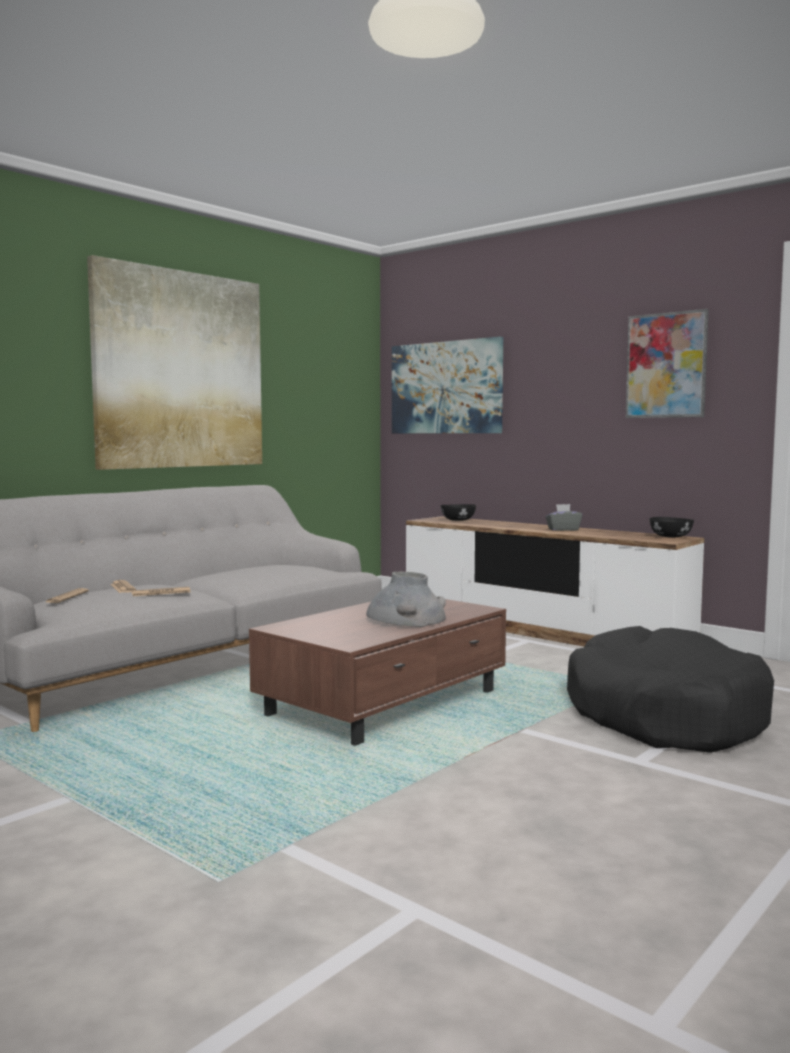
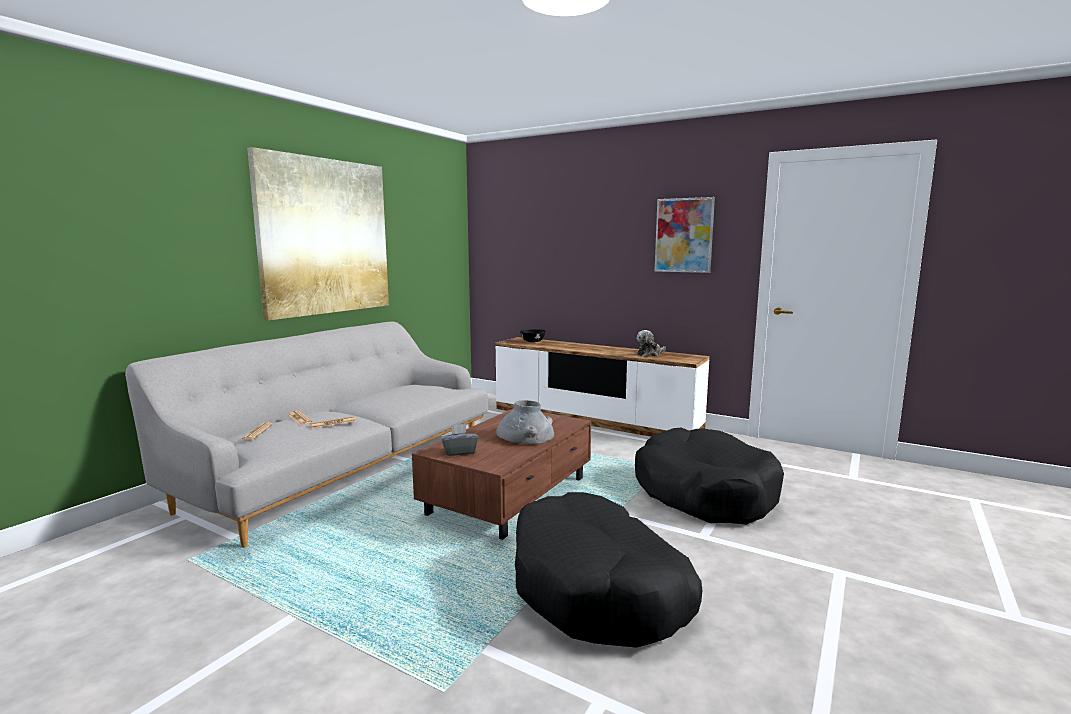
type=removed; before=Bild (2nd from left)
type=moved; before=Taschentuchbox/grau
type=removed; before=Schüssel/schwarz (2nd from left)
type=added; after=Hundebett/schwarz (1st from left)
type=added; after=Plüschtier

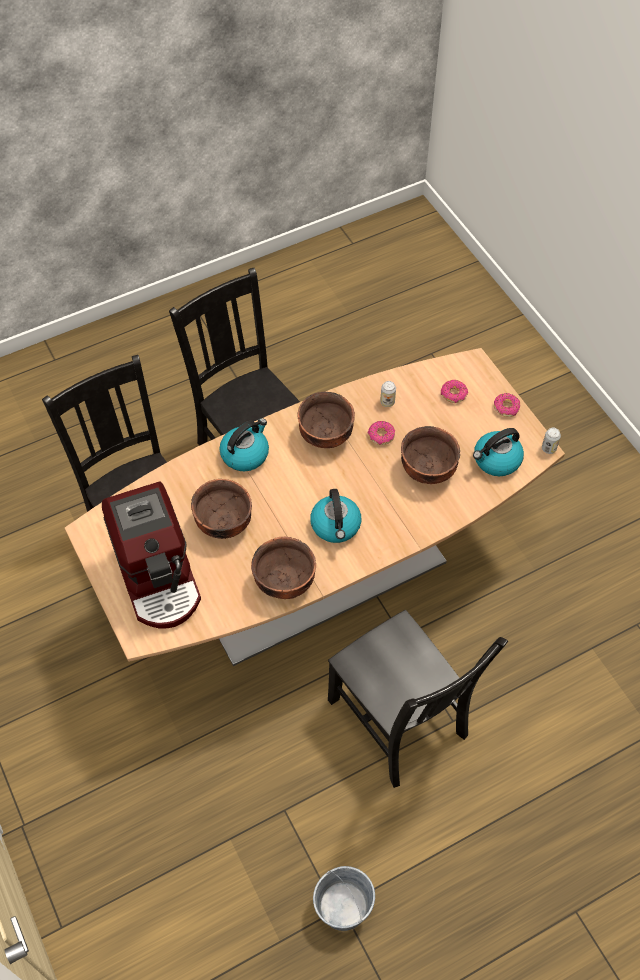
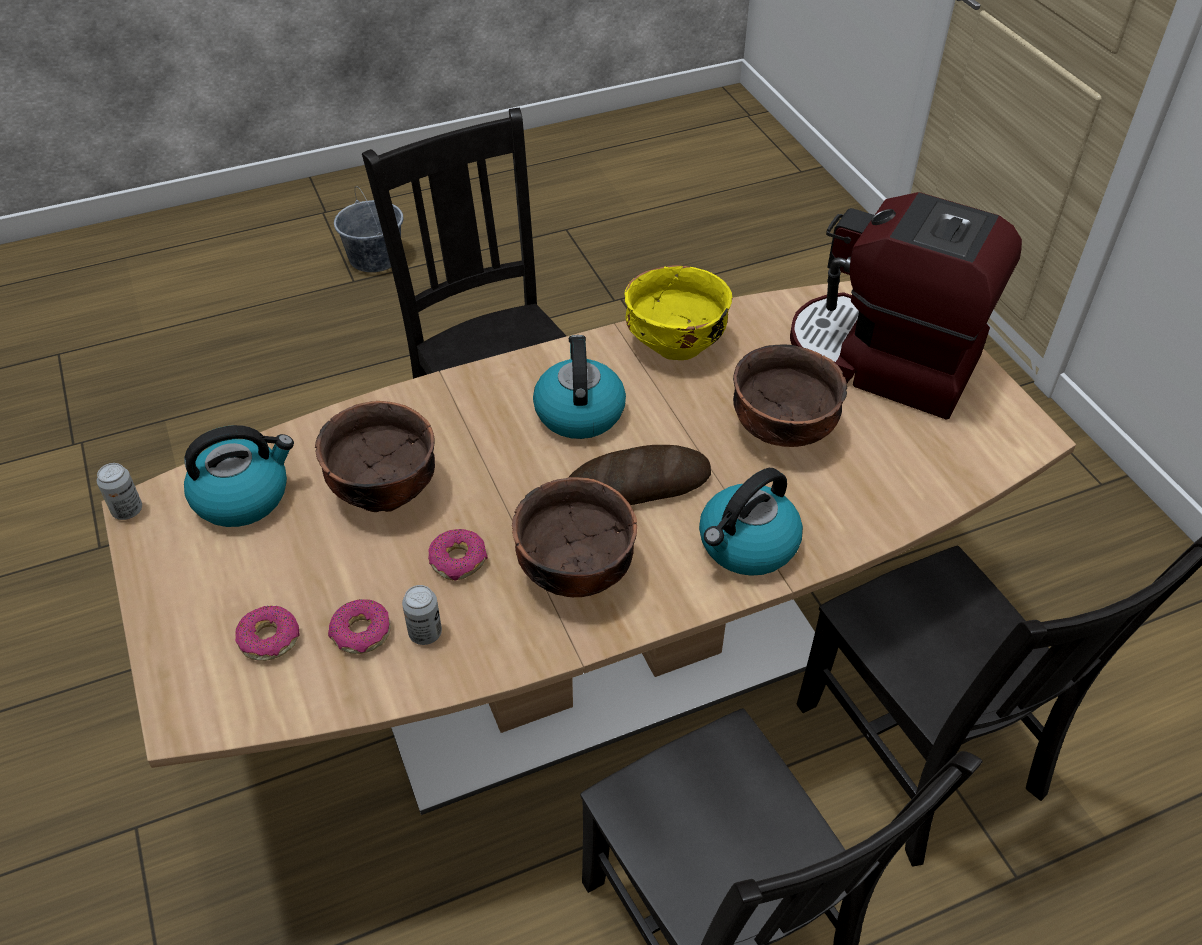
type=turned; before=Kaffeemaschine; turn=-45
type=recoloured; before=Schüssel/braun (2nd from left); after=Schüssel/gelb
type=moved; before=Eimer/grau
type=moved; before=Donut (3rd from left in the first image); after=Donut (2nd from left)
type=added; after=Brot

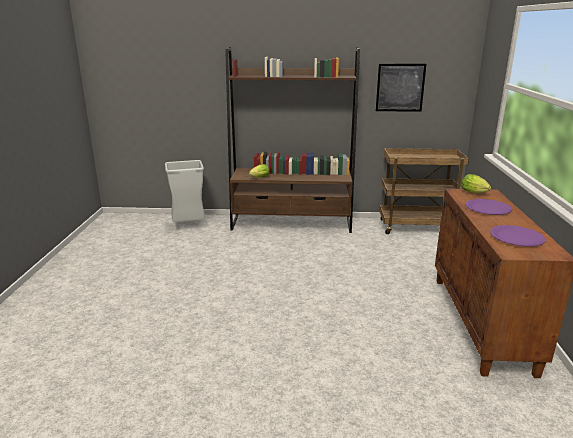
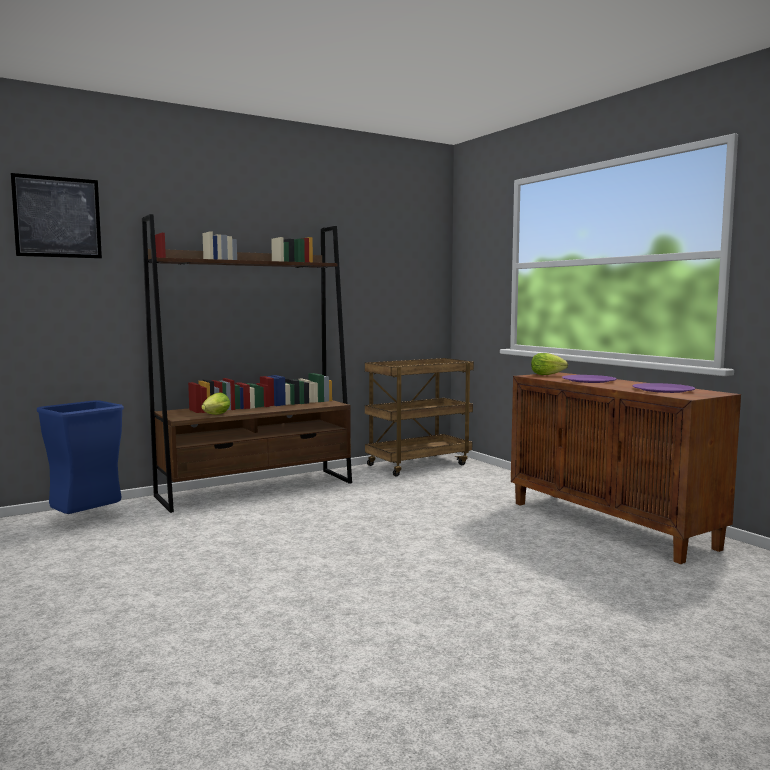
type=recoloured; before=Mülleimer/grau; after=Mülleimer/blau
type=moved; before=Bild

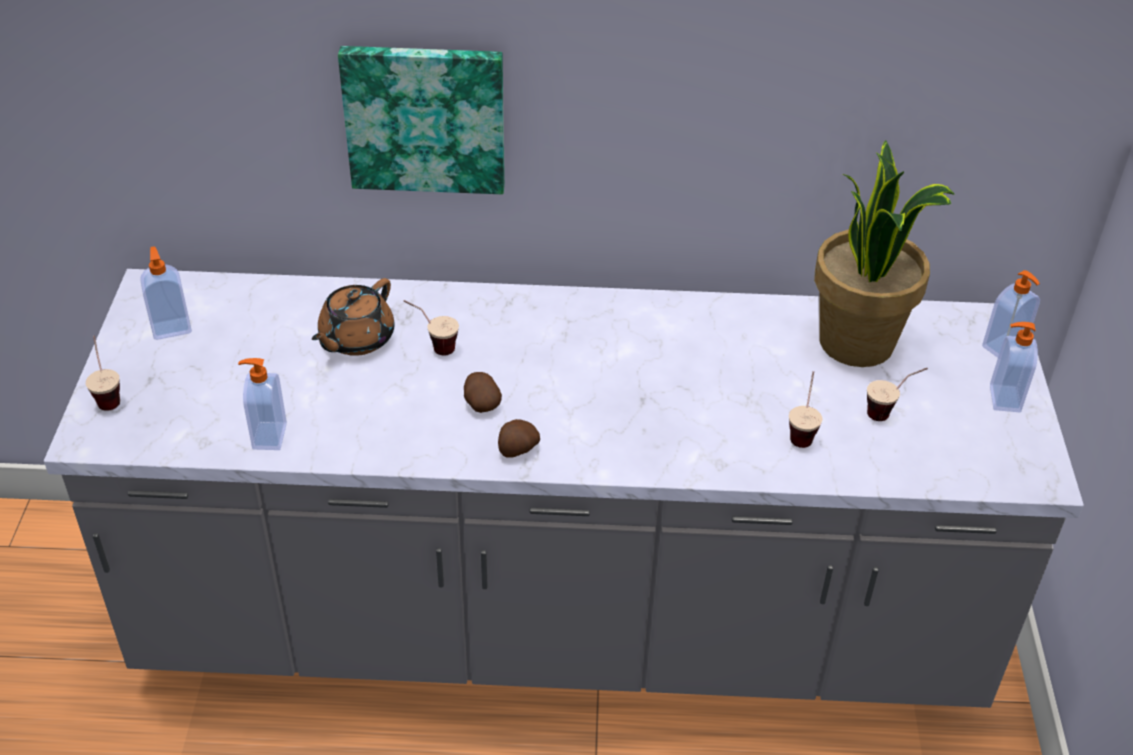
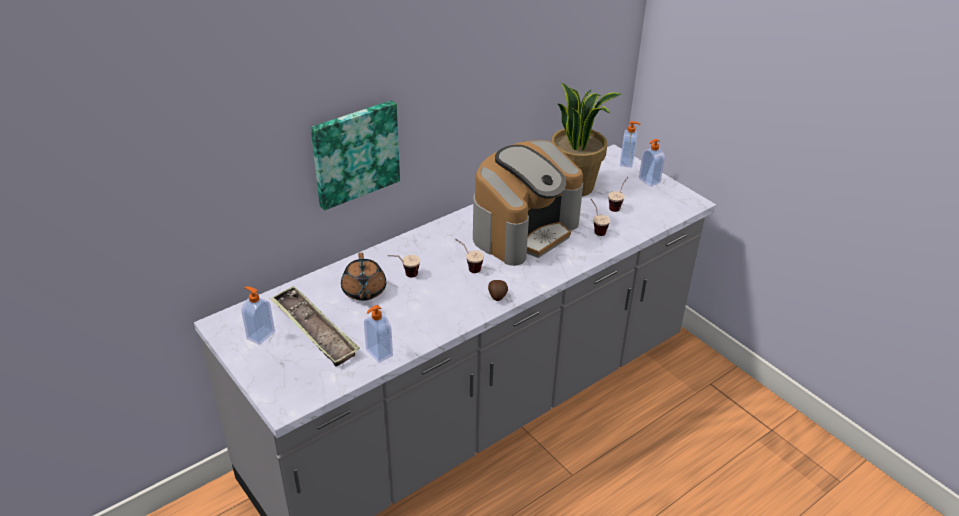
type=moved; before=Tasse (1st from left in the first image); after=Tasse (2nd from left)
type=removed; before=Kartoffel (1st from left)
type=added; after=Tablett
type=added; after=Kaffeemaschine

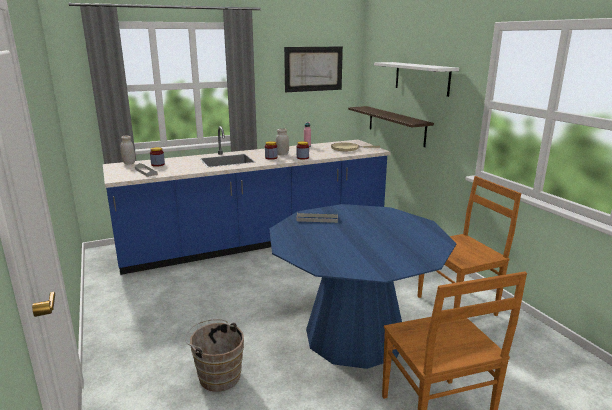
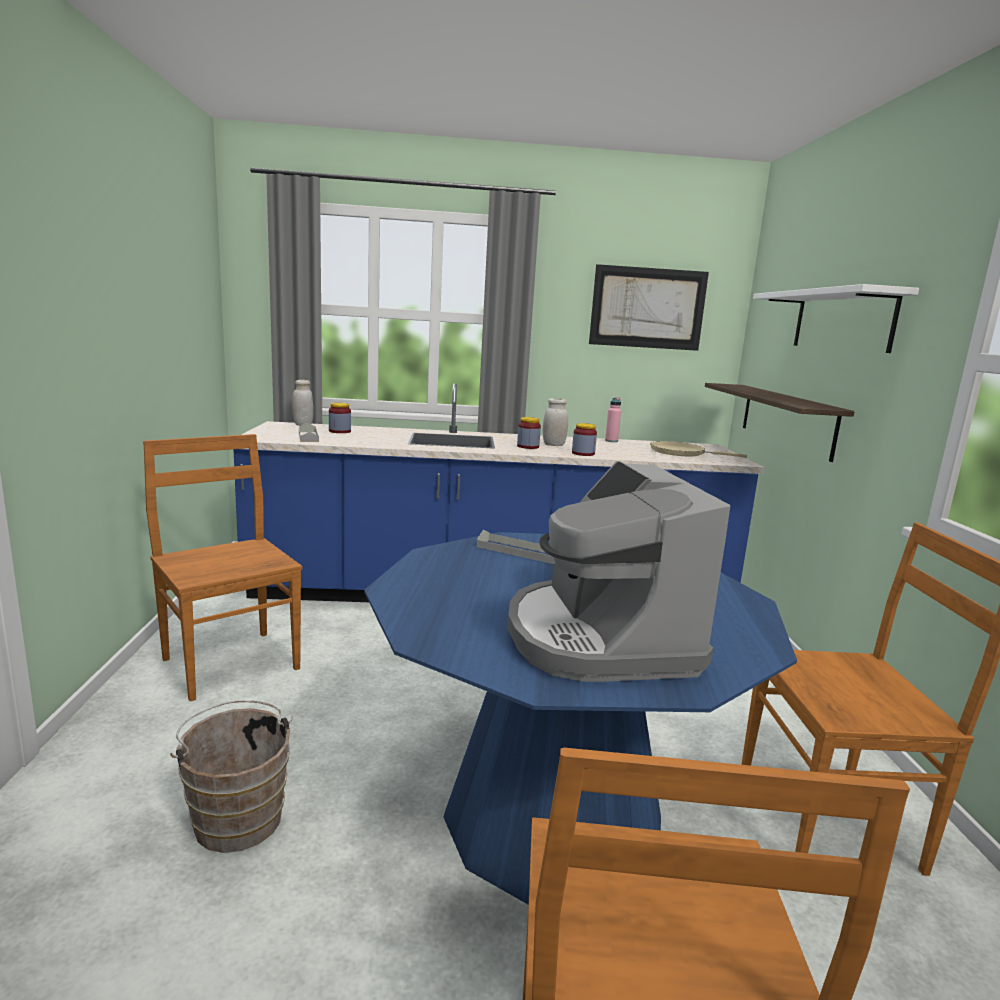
type=added; after=Stuhl/braun (1st from left)
type=added; after=Kaffeemaschine

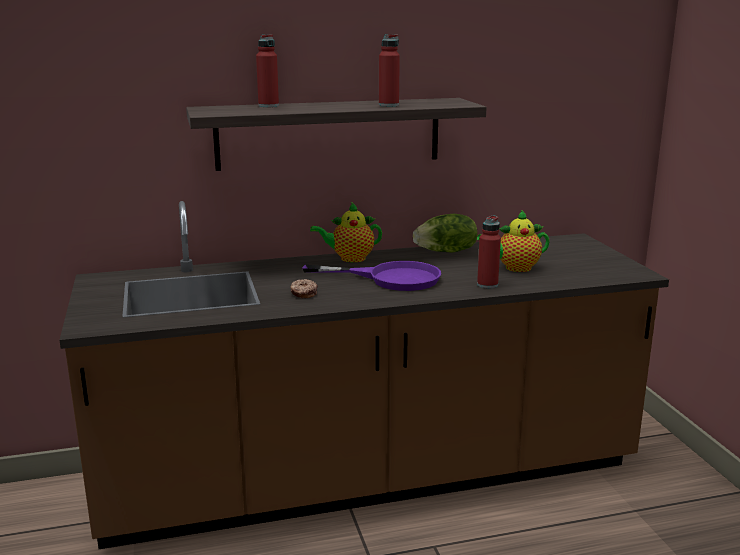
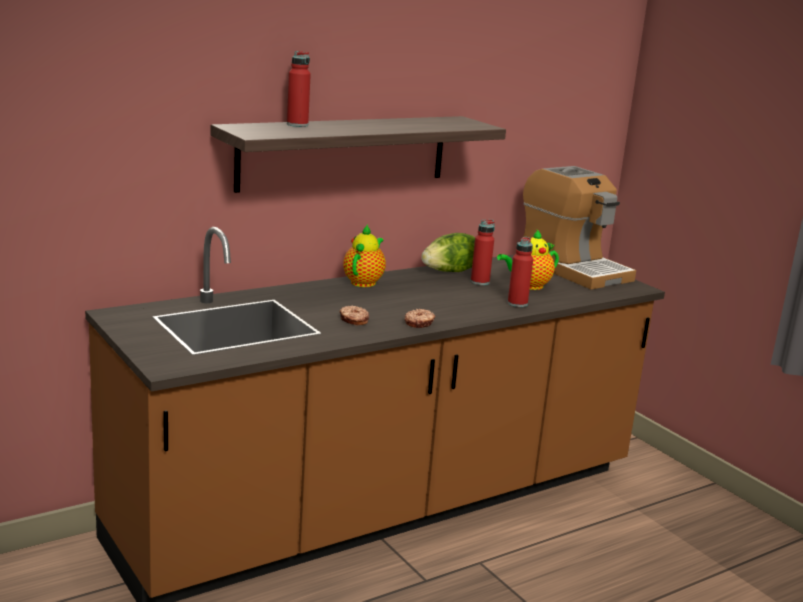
type=removed; before=Pfanne/lila
type=turned; before=Teekanne (1st from left); turn=135
type=moved; before=Flasche/rot (2nd from left)
type=added; after=Donut (2nd from left)
type=added; after=Kaffeemaschine

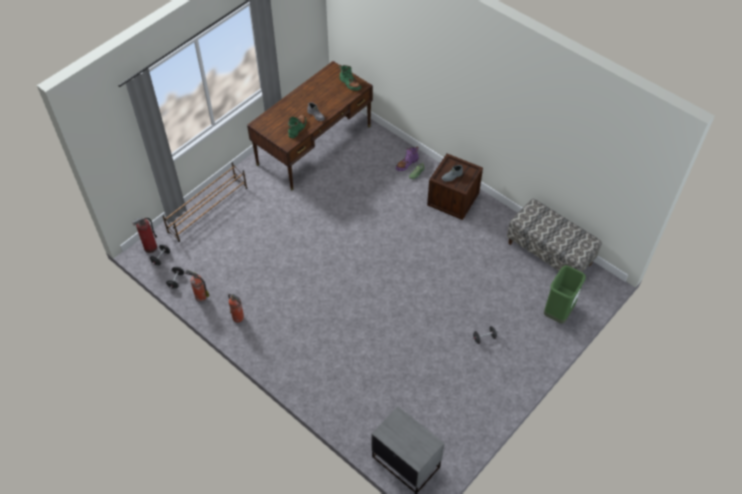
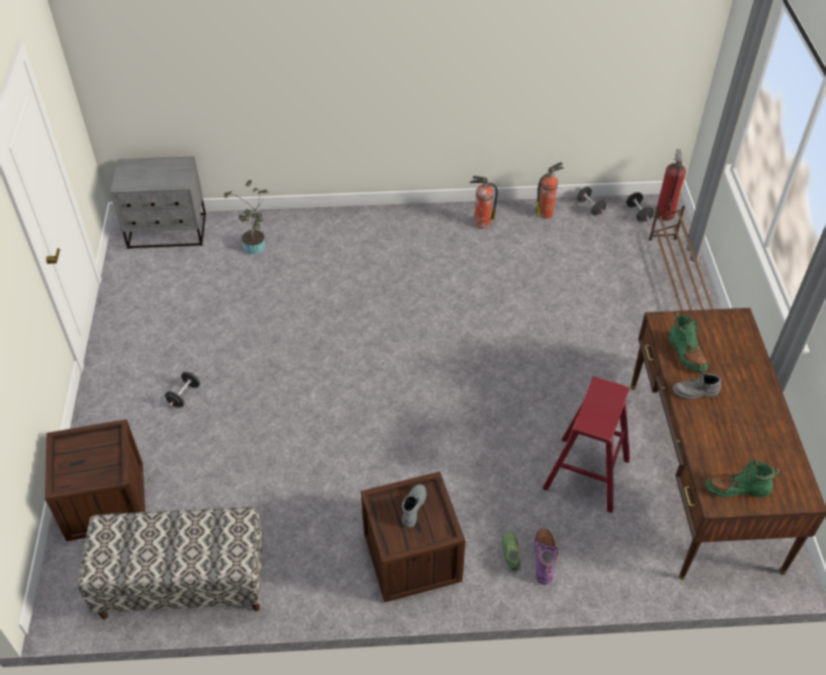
type=replaced; before=Mülleimer/grün; after=Kiste (1st from left)
type=added; after=Topfpflanze
type=added; after=Hocker/rot

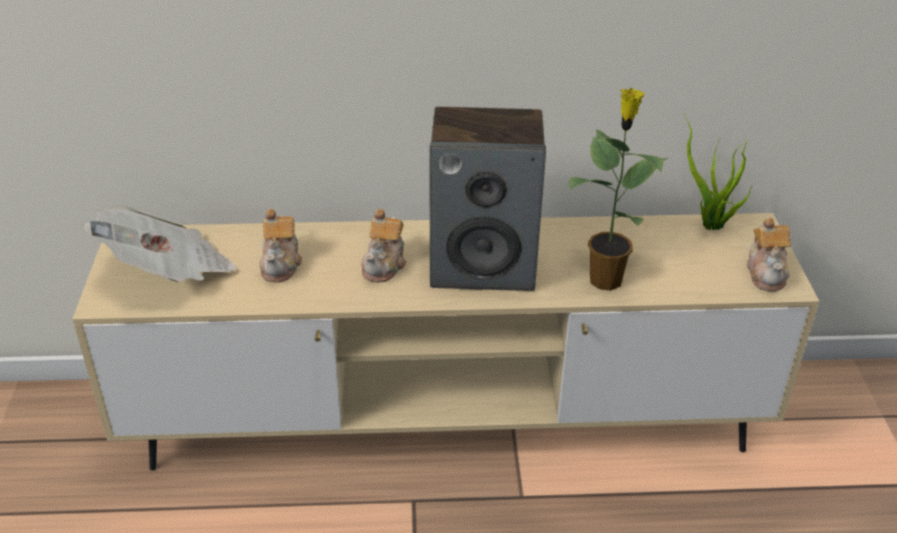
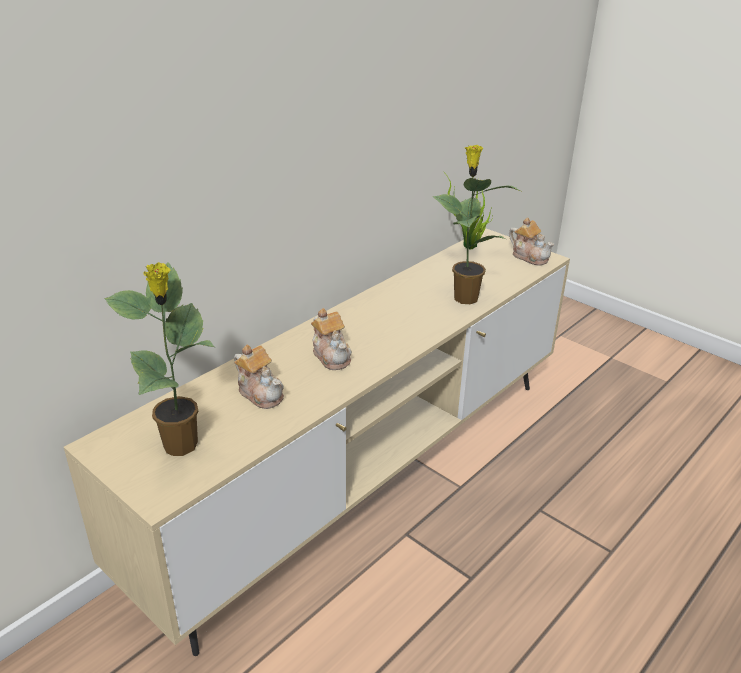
type=replaced; before=Zeitung; after=Topfpflanze (1st from left)
type=removed; before=Lautsprecher

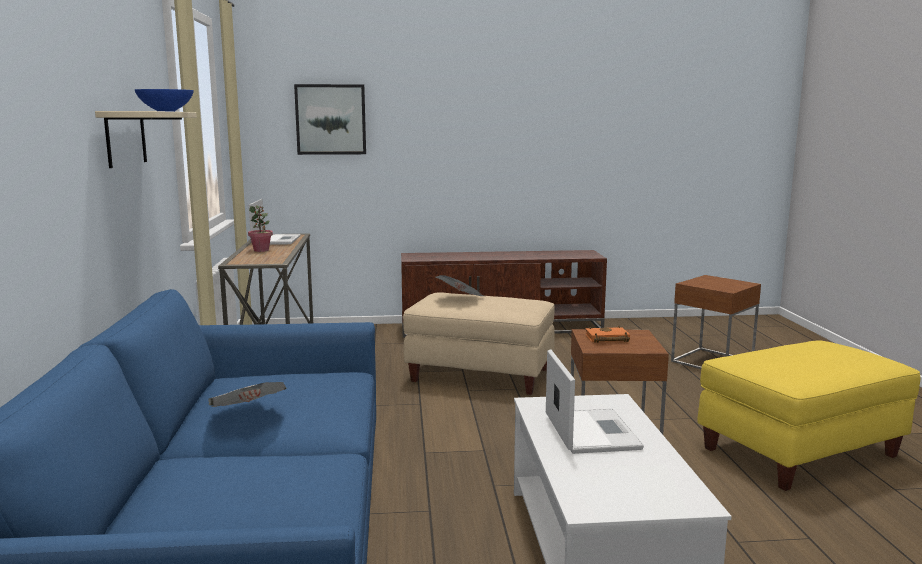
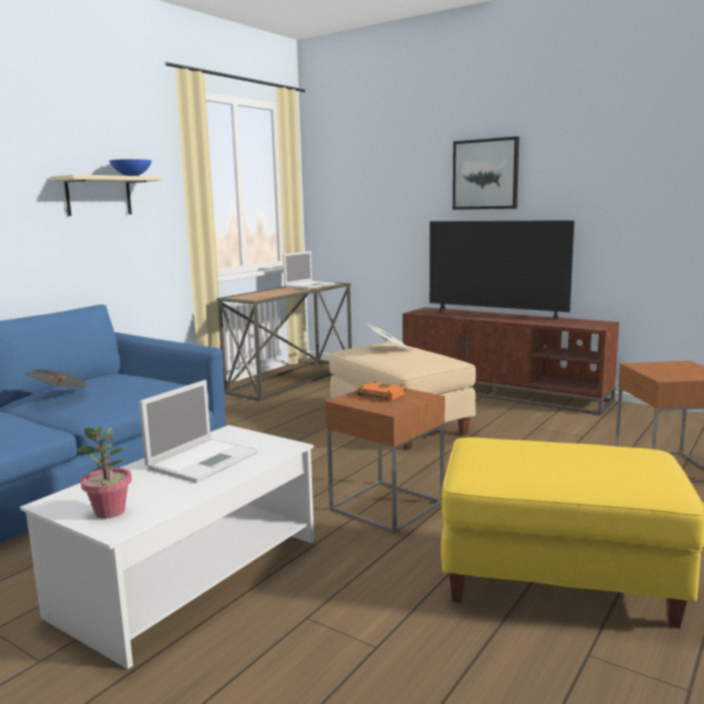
type=moved; before=Topfpflanze
type=moved; before=Bild
type=added; after=Fernseher

